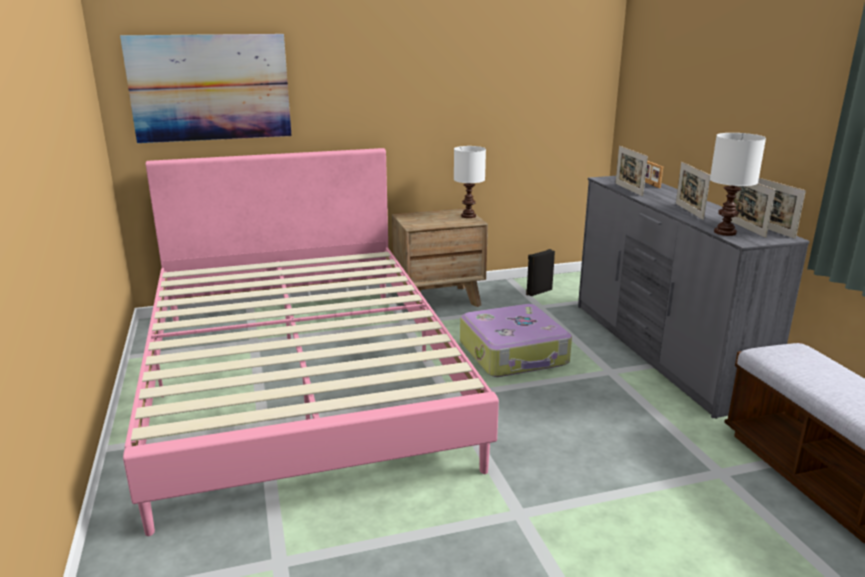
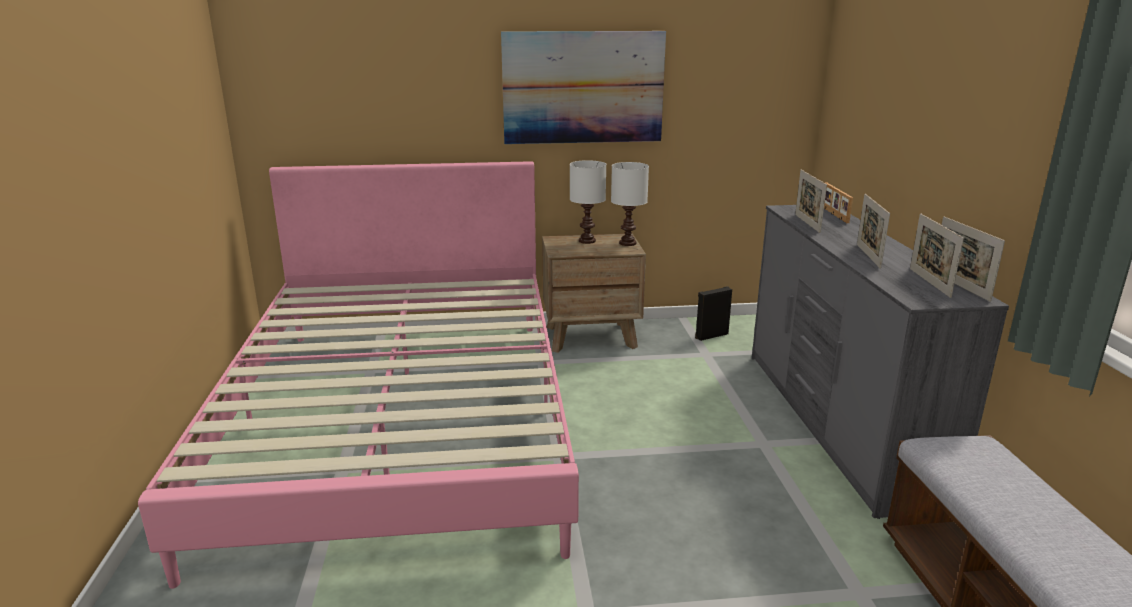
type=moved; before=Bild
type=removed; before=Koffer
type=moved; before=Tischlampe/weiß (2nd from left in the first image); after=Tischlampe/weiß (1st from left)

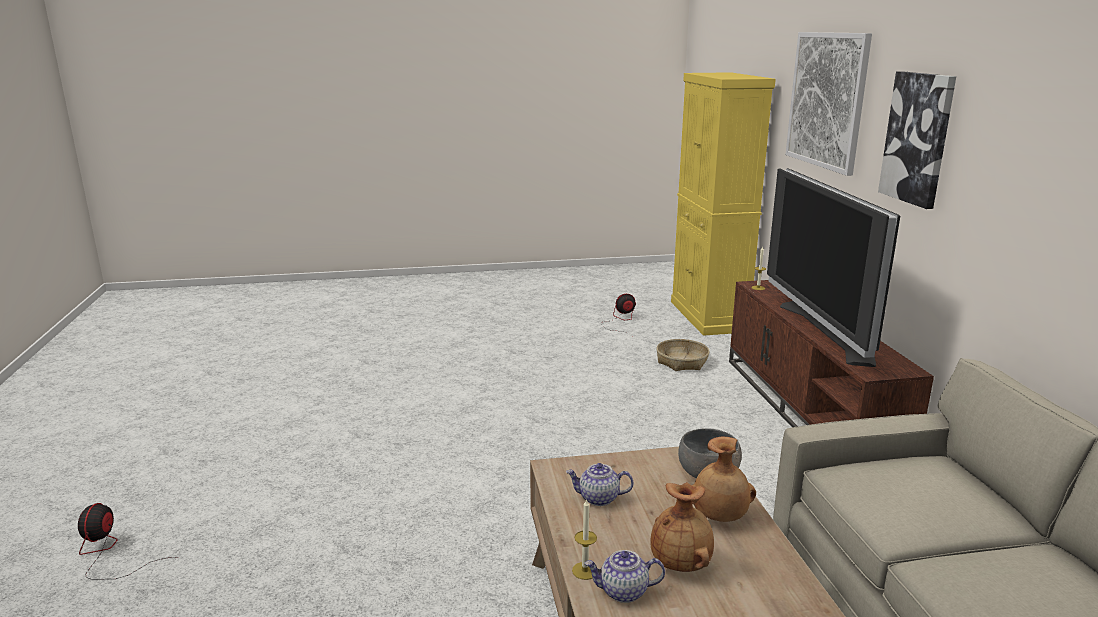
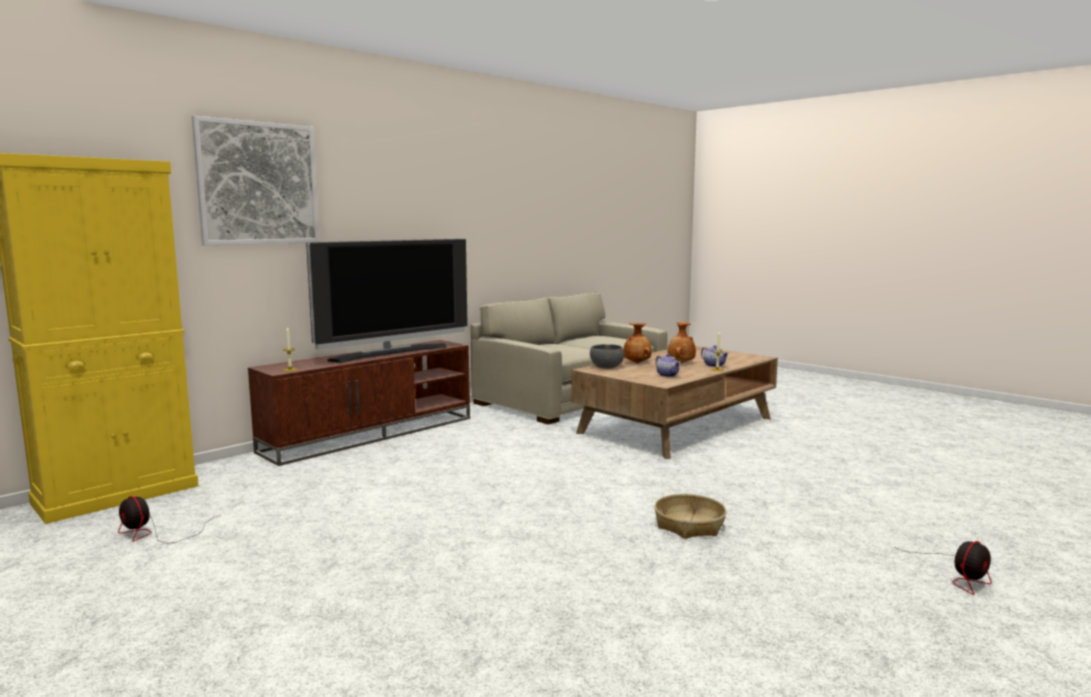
type=moved; before=Korb
type=removed; before=Bild (2nd from left)

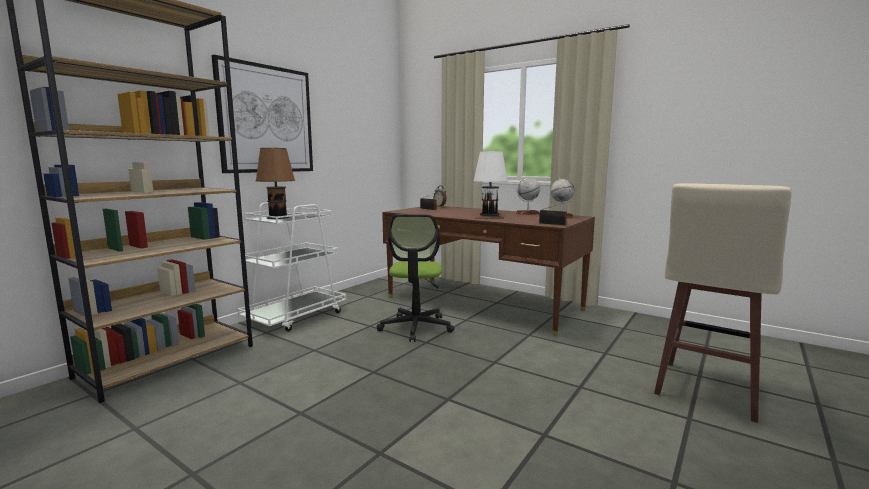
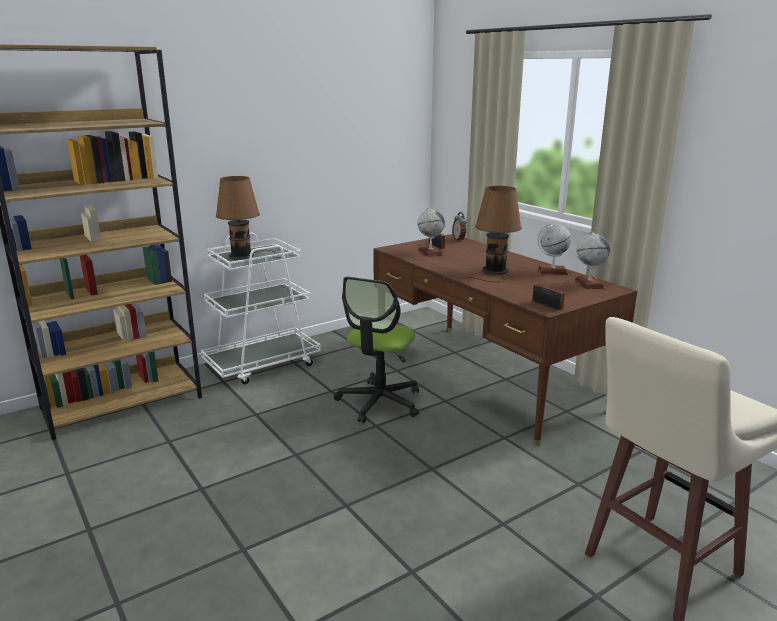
type=removed; before=Bild
type=recoloured; before=Tischlampe/weiß; after=Tischlampe/braun (2nd from left)
type=added; after=Globus (1st from left)

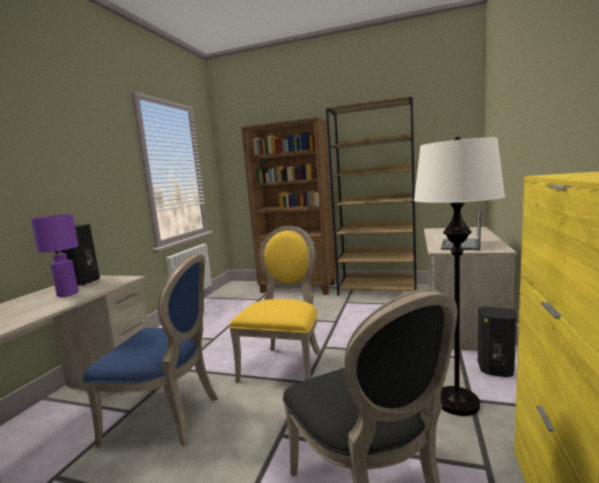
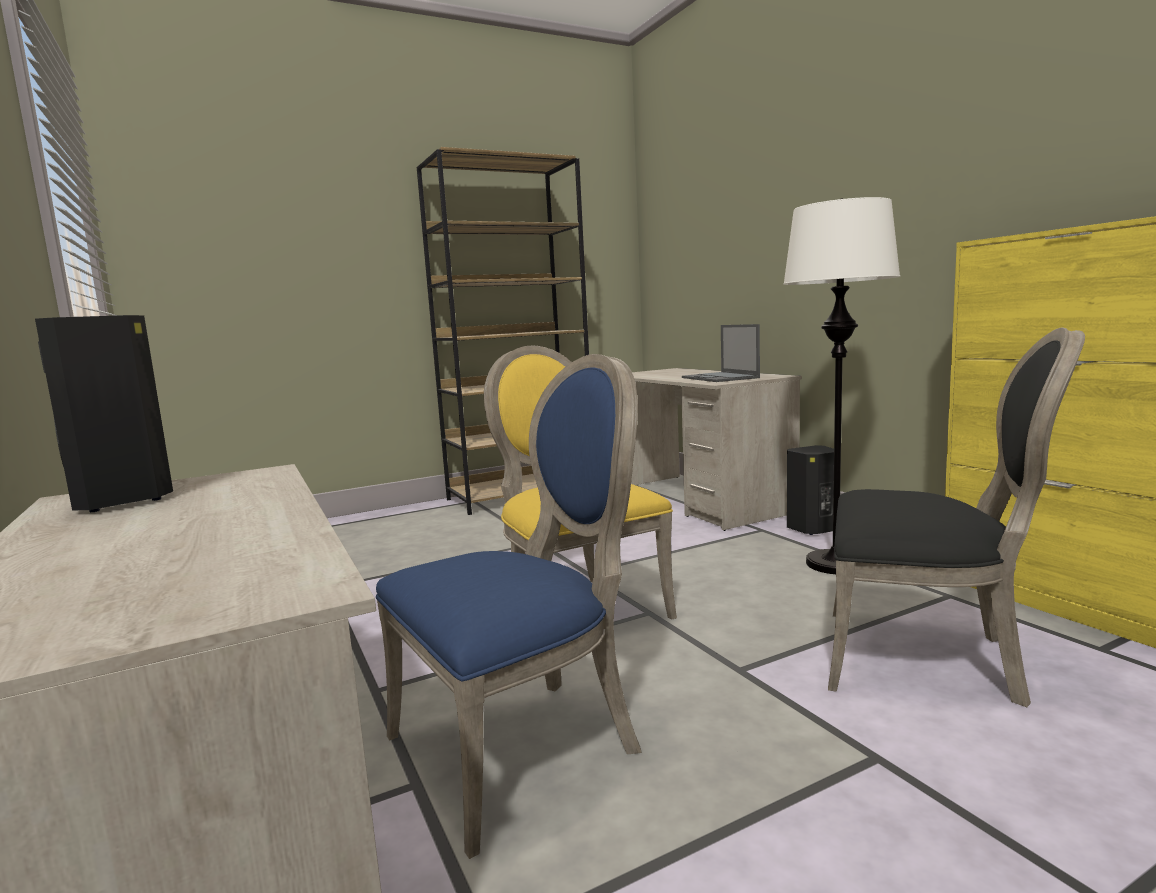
type=removed; before=Tischlampe/lila
type=removed; before=Bücherregal/braun (1st from left)

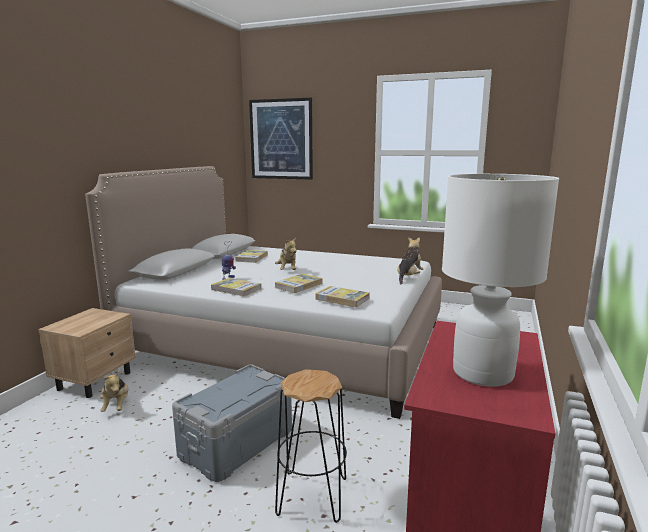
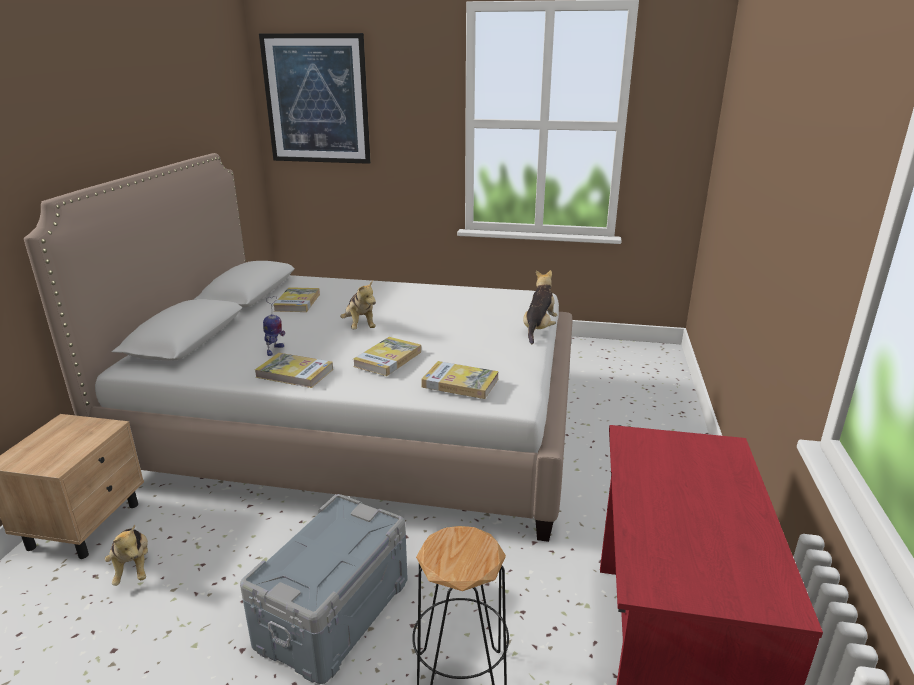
type=removed; before=Tischlampe/weiß

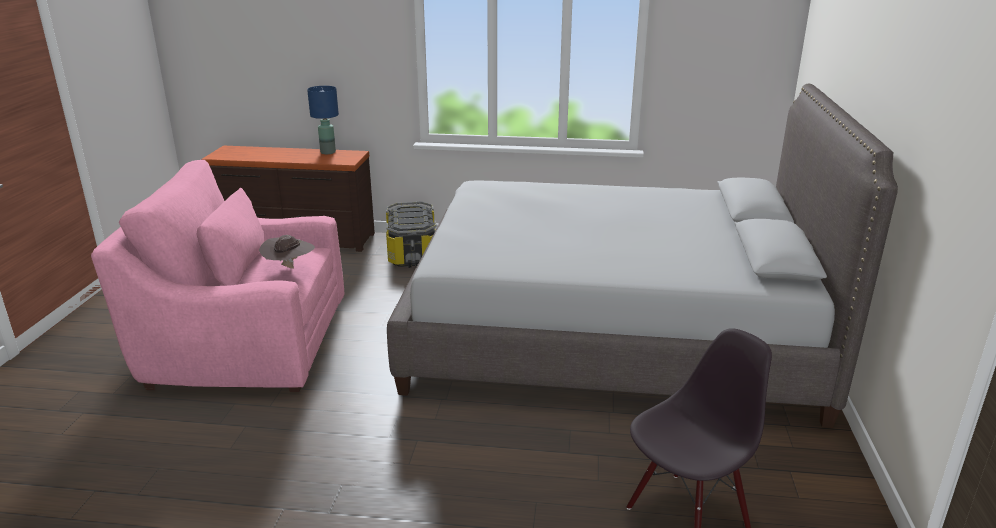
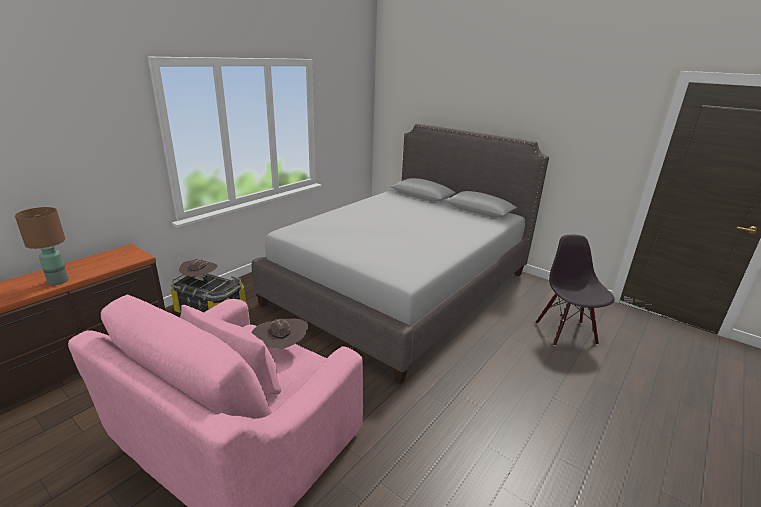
type=removed; before=Tischlampe/blau
type=added; after=Tischlampe/braun
type=added; after=Hut/braun (1st from left)

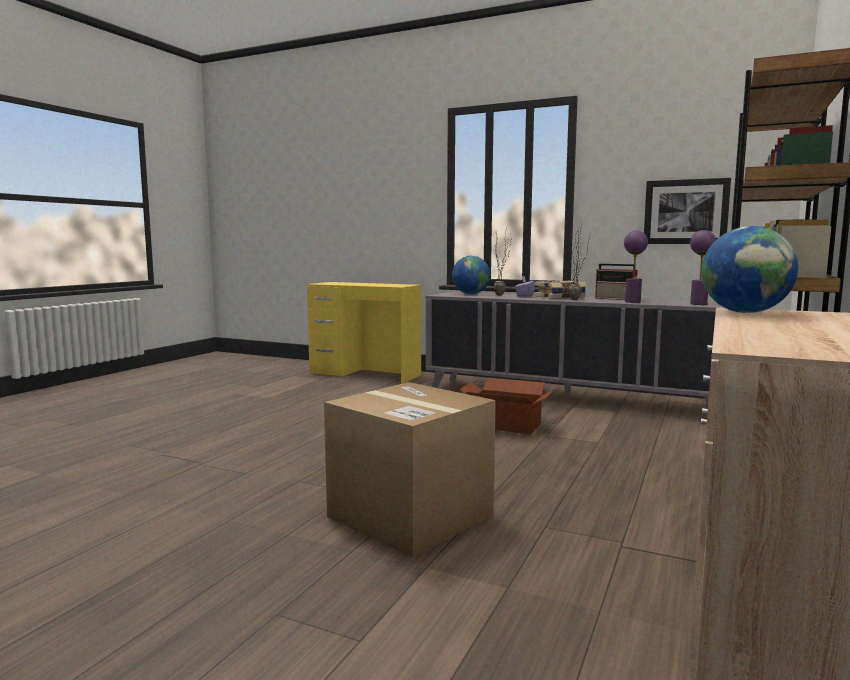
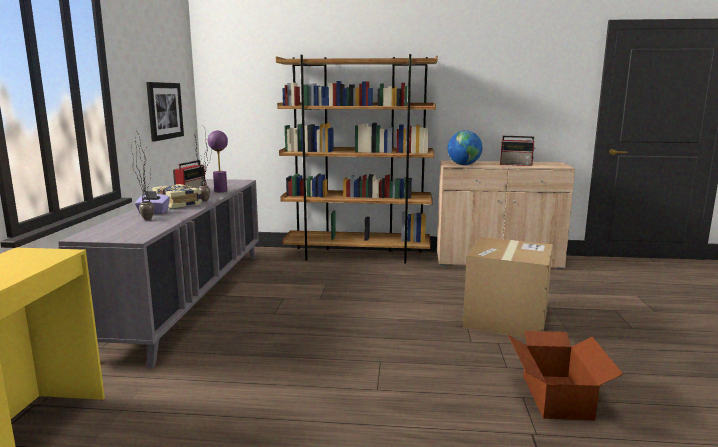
type=removed; before=Globus (1st from left)
type=moved; before=Karton (2nd from left)
type=removed; before=Tischlampe/lila (2nd from left)
type=added; after=Radio (2nd from left)

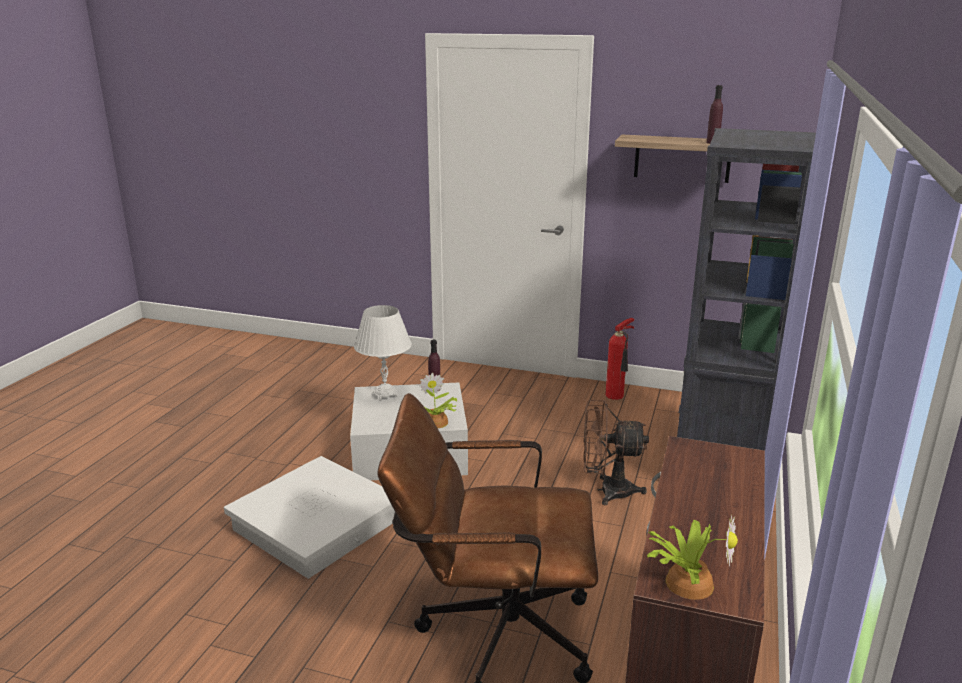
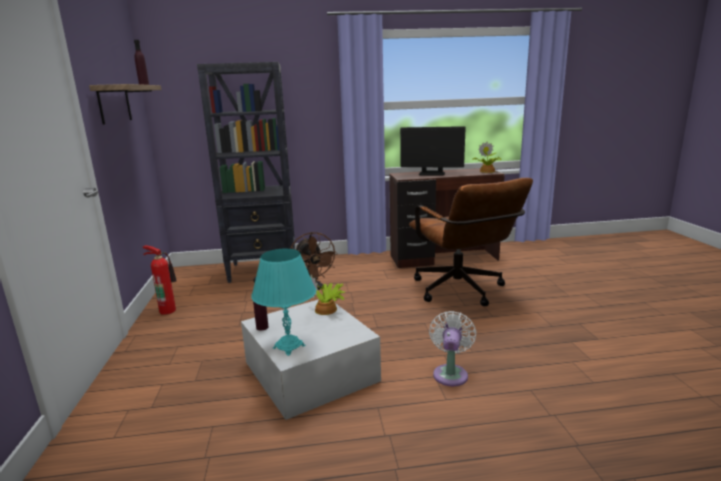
type=replaced; before=Aufbewahrungsbox/weiß (1st from left); after=Ventilator/weiß
type=recoloured; before=Tischlampe/weiß; after=Tischlampe/türkis
type=added; after=Monitor

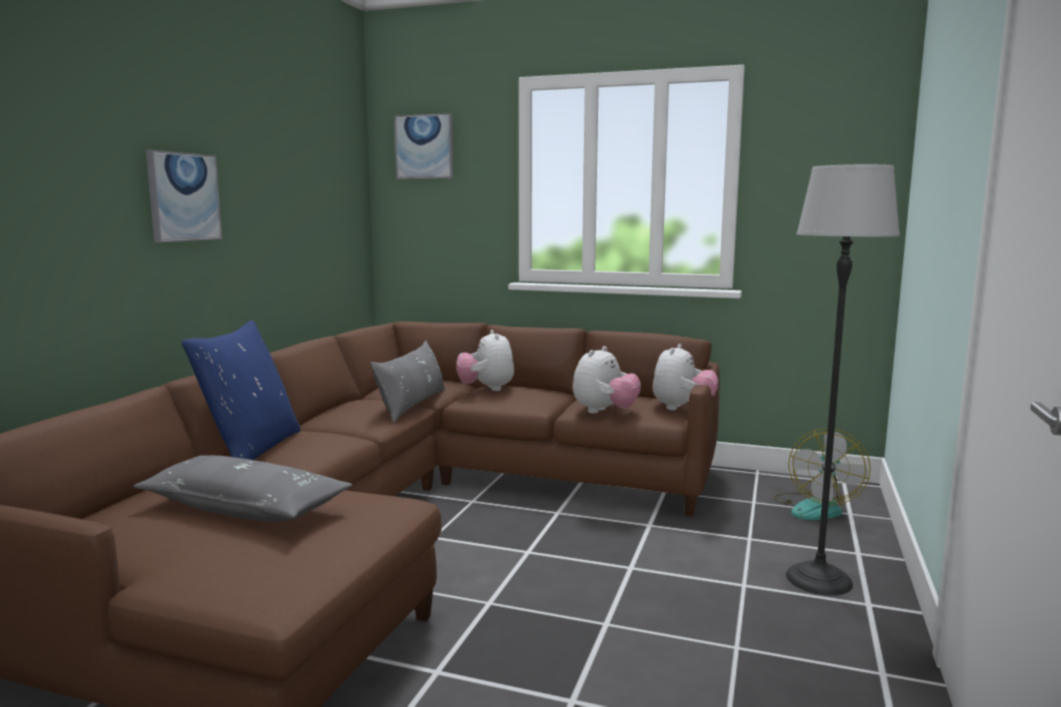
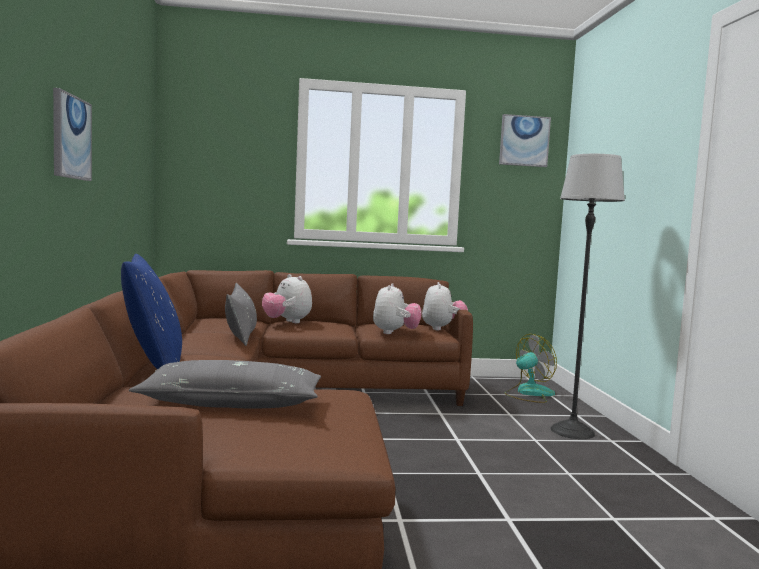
type=moved; before=Bild (2nd from left)
type=turned; before=Ventilator; turn=-120

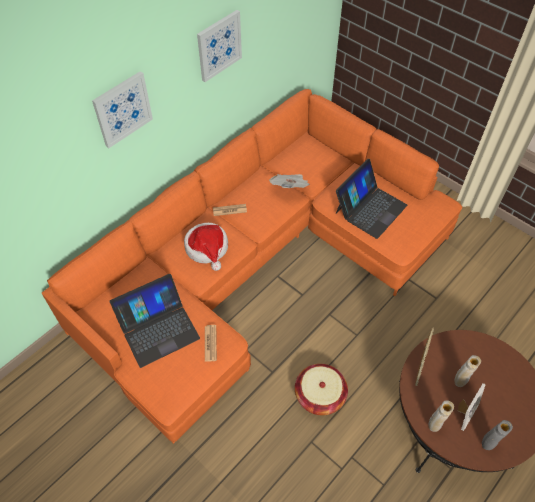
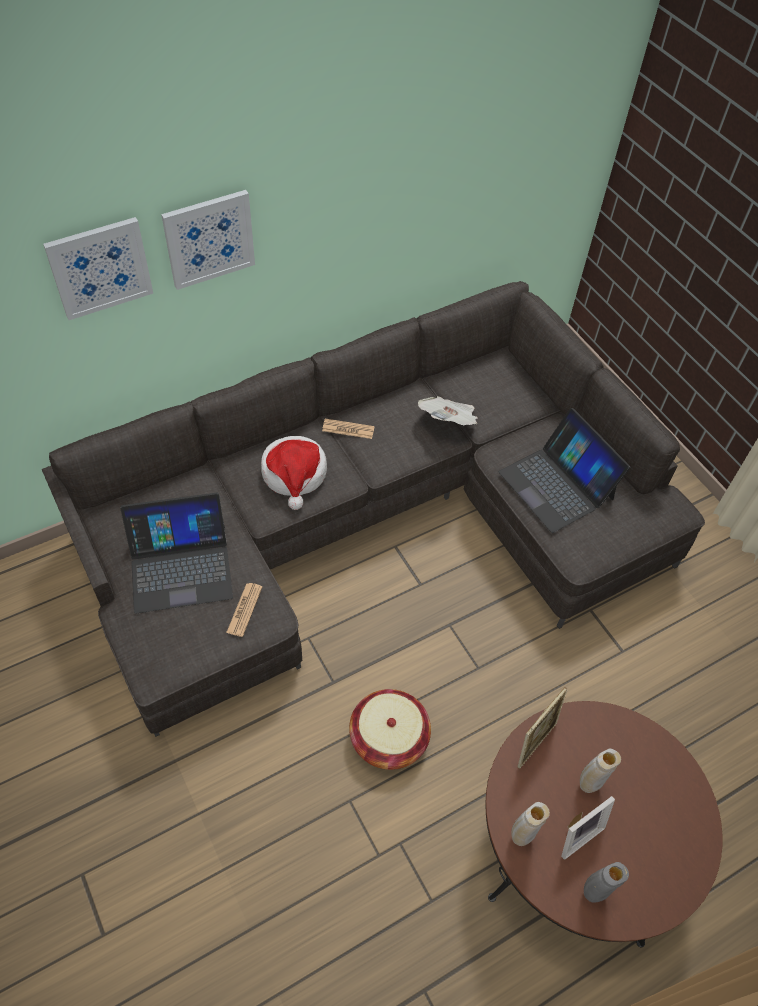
type=recoloured; before=Sofa/orange; after=Sofa/grau
type=moved; before=Bild (2nd from left in the first image); after=Bild (1st from left)
type=turned; before=Laptop (2nd from left); turn=90

